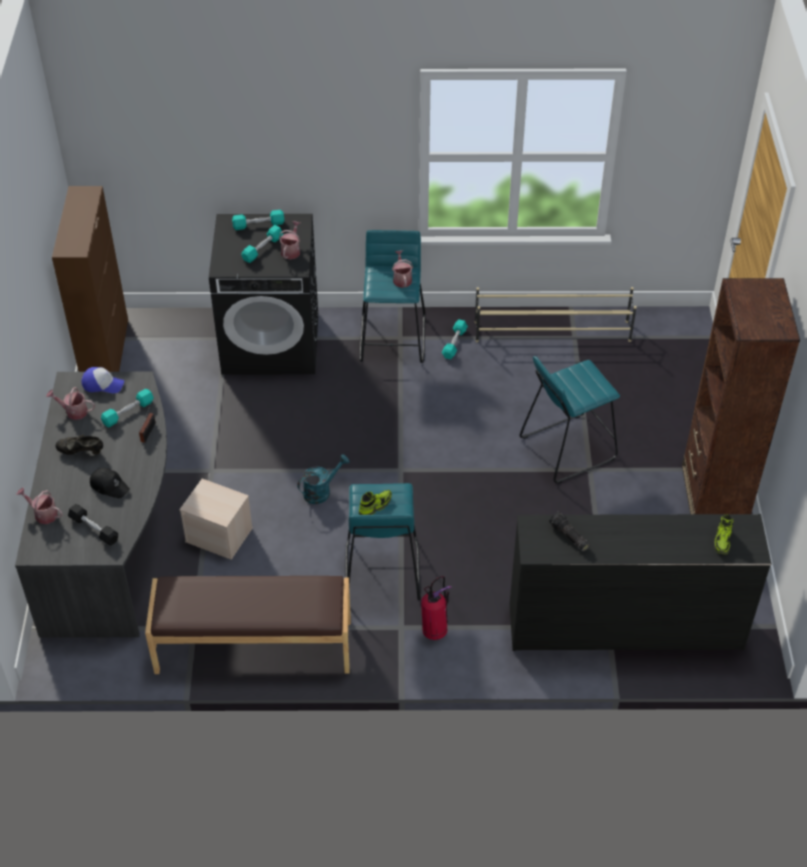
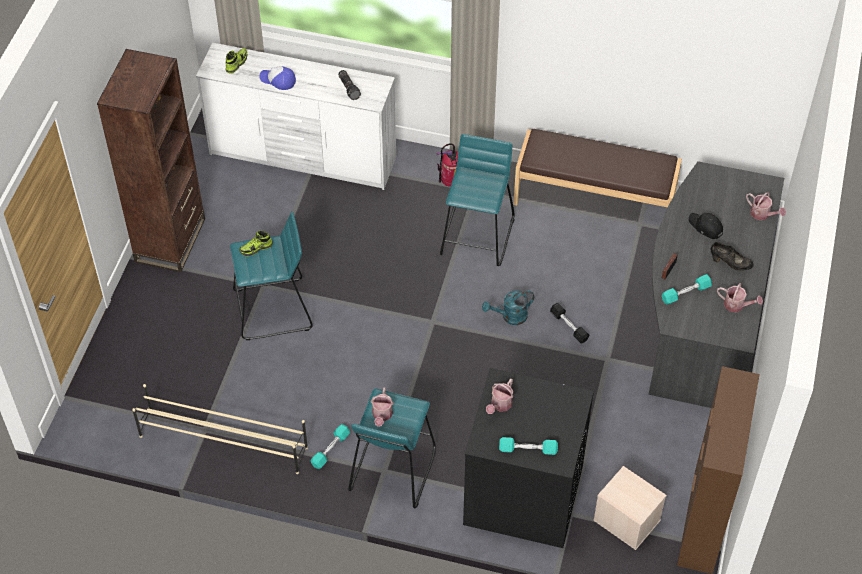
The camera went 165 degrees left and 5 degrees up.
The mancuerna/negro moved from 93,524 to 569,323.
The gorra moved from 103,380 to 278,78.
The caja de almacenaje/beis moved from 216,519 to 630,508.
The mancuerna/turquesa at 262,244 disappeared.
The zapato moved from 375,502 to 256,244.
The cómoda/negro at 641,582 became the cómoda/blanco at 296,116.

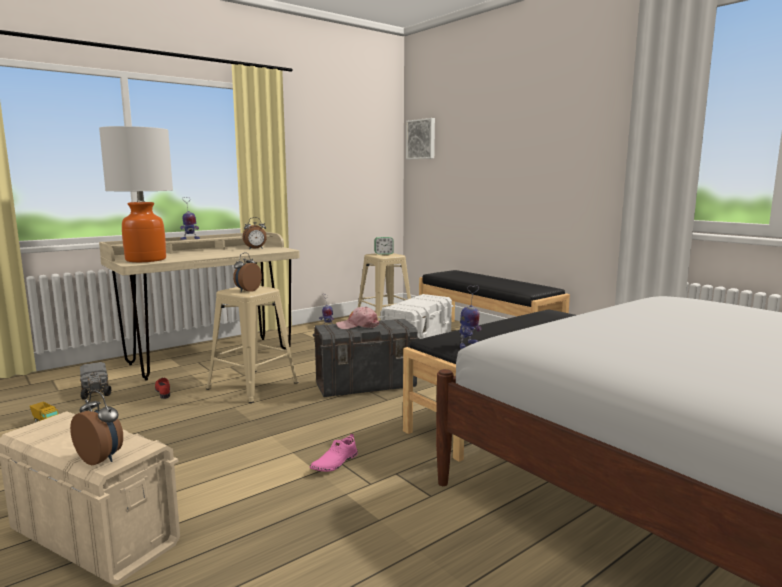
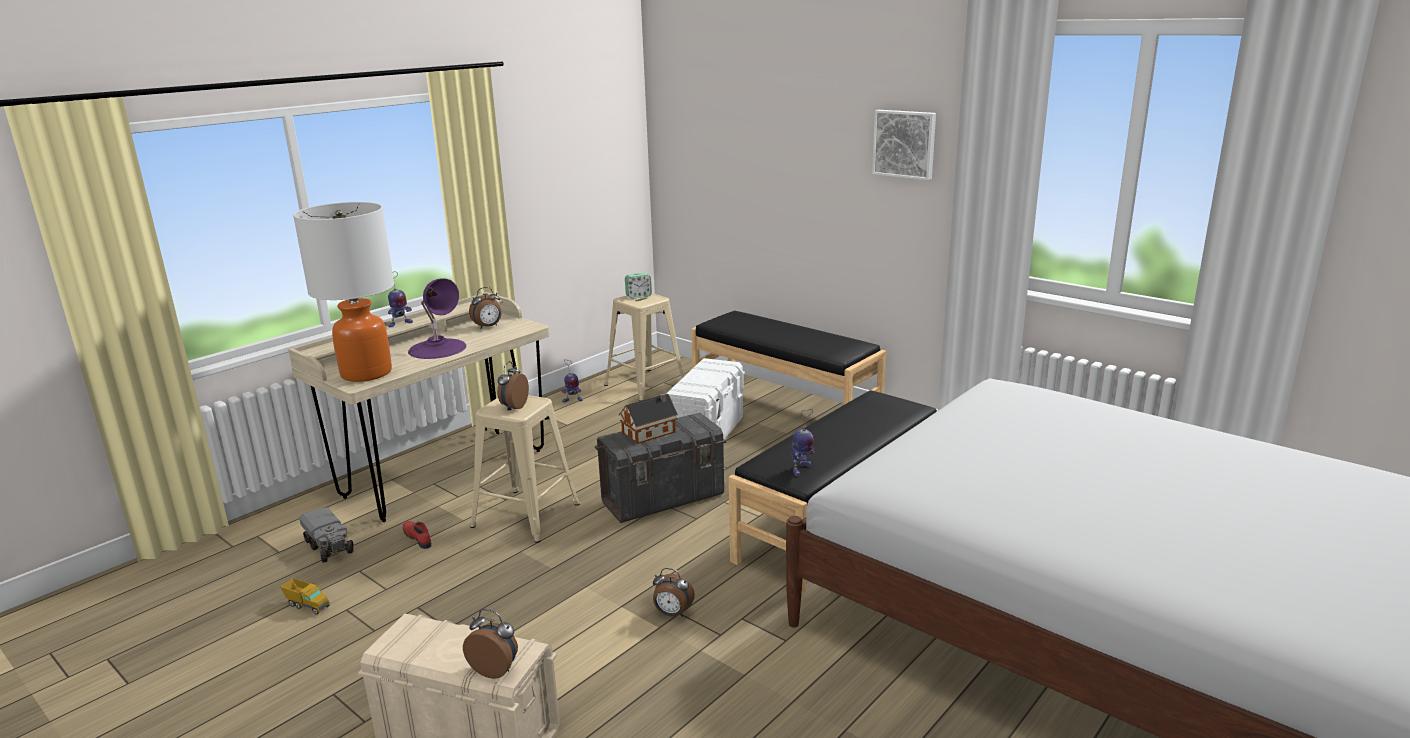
The camera went 10 degrees left and 10 degrees up.
The zapato/rosa at 334,452 was replaced by the despertador at 674,592.
The gorra/rosa at 357,318 was replaced by the casita at 648,418.
The cuadro moved from 420,138 to 904,145.
The lámpara de mesa/morado at 437,318 appeared.

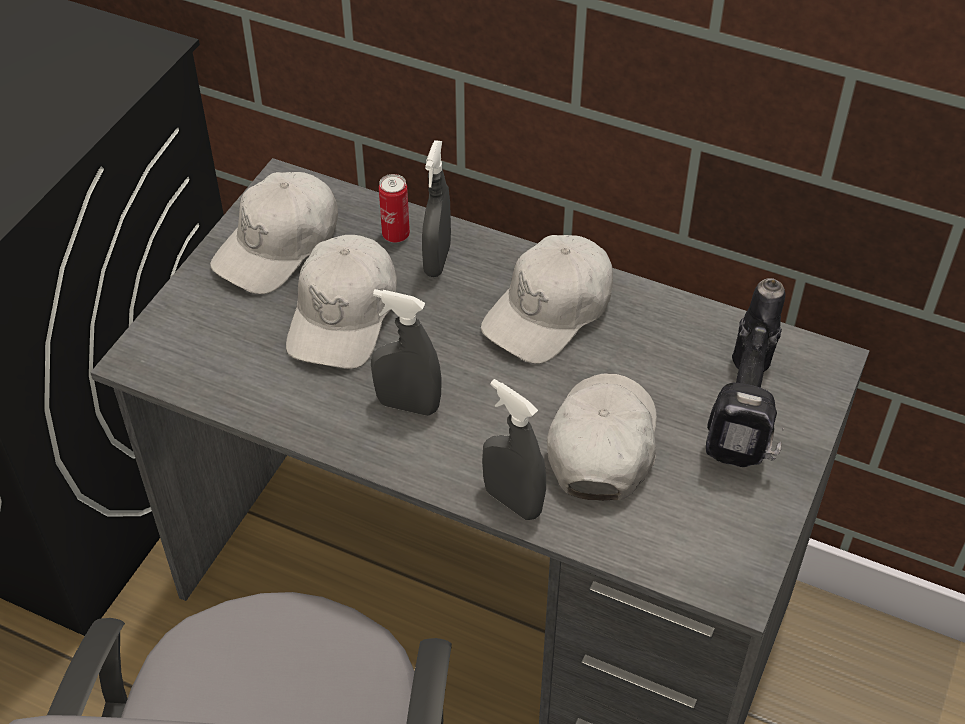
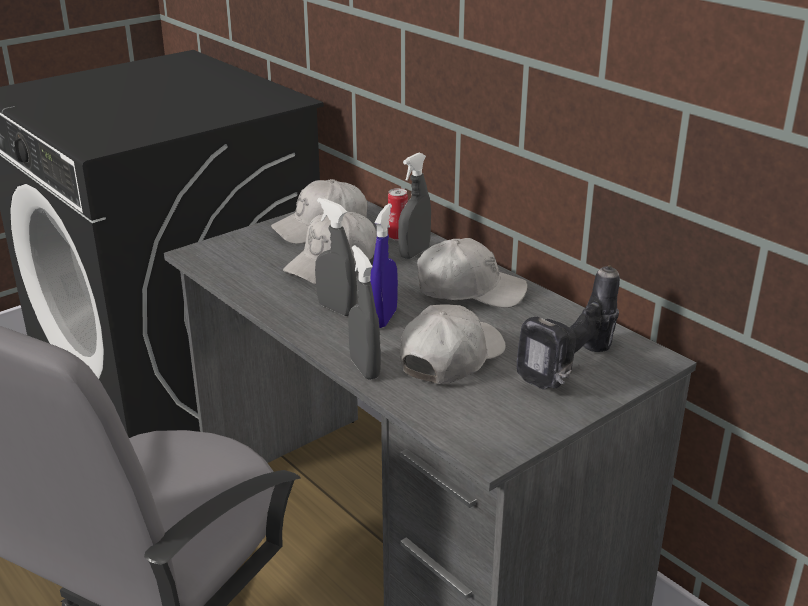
The camera went 25 degrees right and 20 degrees down.
The gorra/blanco at 547,299 turned 150 degrees counterclockwise.
The pulverizador/azul at 384,265 appeared.

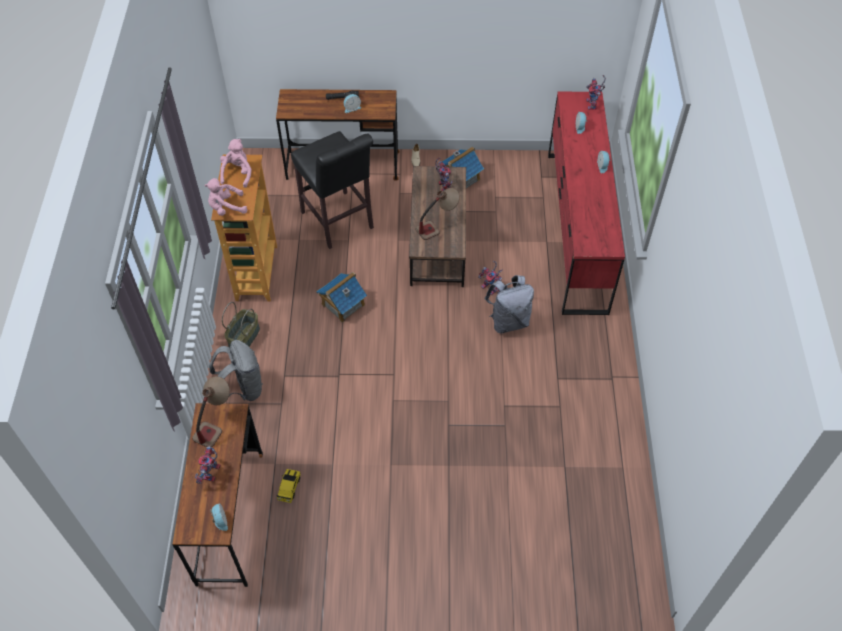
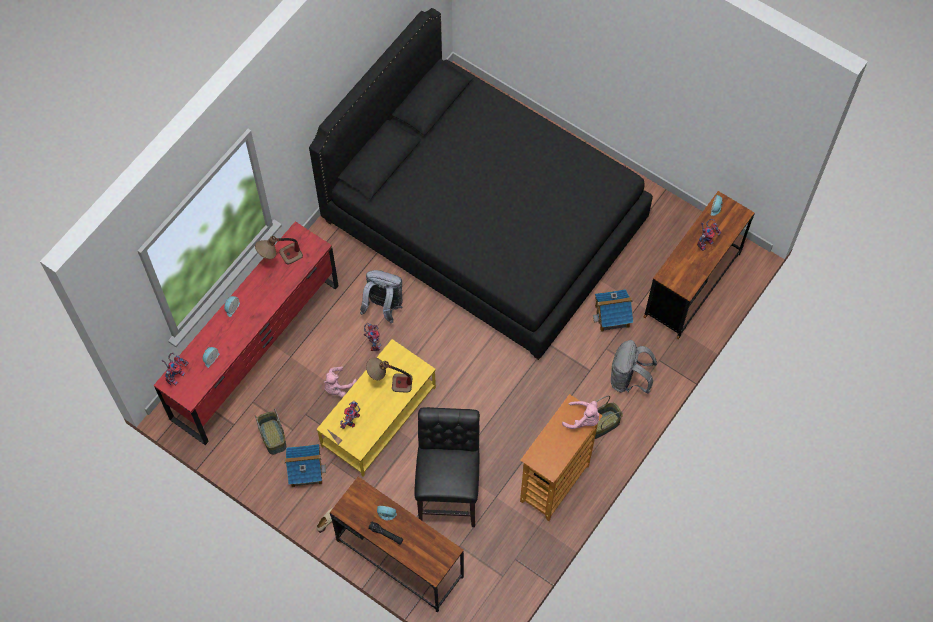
The camera went 145 degrees left and 10 degrees up.
The lámpara de mesa moved from 211,411 to 279,250.
The peluche/rosa moved from 236,163 to 340,382.
The coche de juguete at 288,486 disappeared.
The casita moved from 341,297 to 613,310.
The mesa de centro/marrón at 437,226 became the mesa de centro/amarillo at 376,408.
The cesta at 270,431 appeared.
The cama/negro at 481,184 appeared.

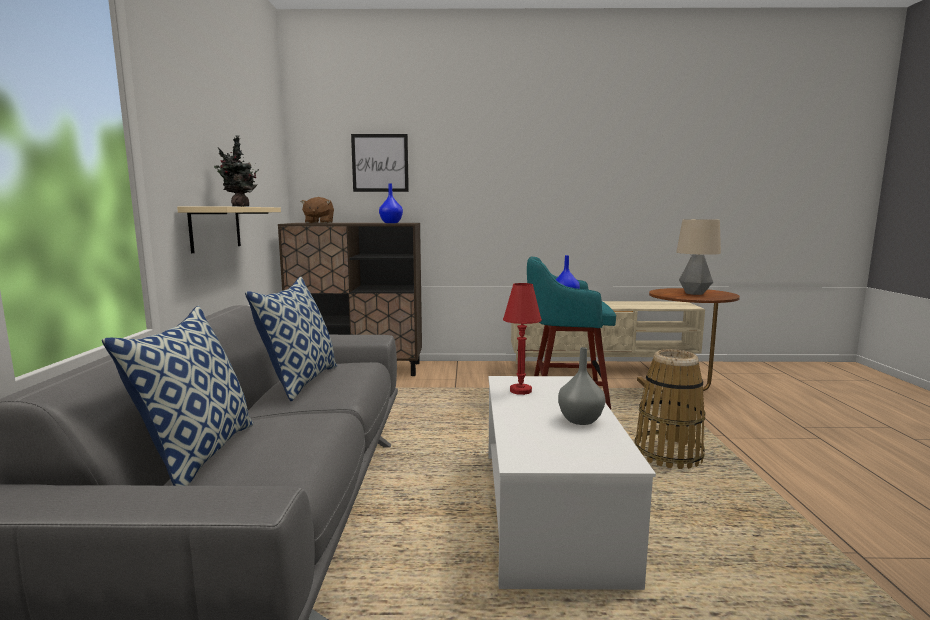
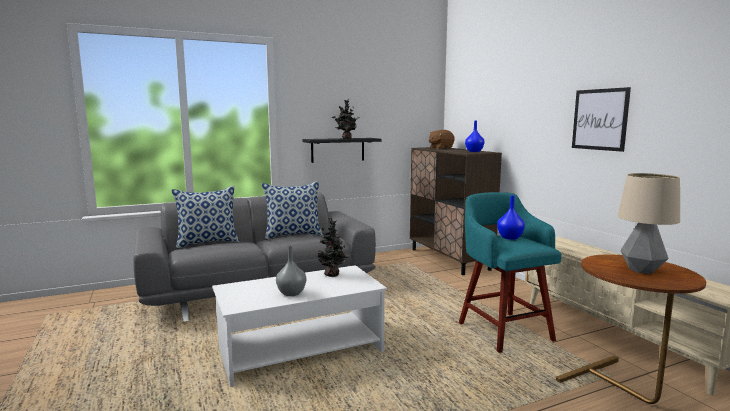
The camera went 65 degrees right and 0 degrees up.
The estante/beis at 229,230 became the estante/negro at 341,150.
The cuadro moved from 380,163 to 601,119.
The lámpara de mesa/rojo at 522,339 was replaced by the planta en maceta at 333,247.
The cesta at 670,409 disappeared.

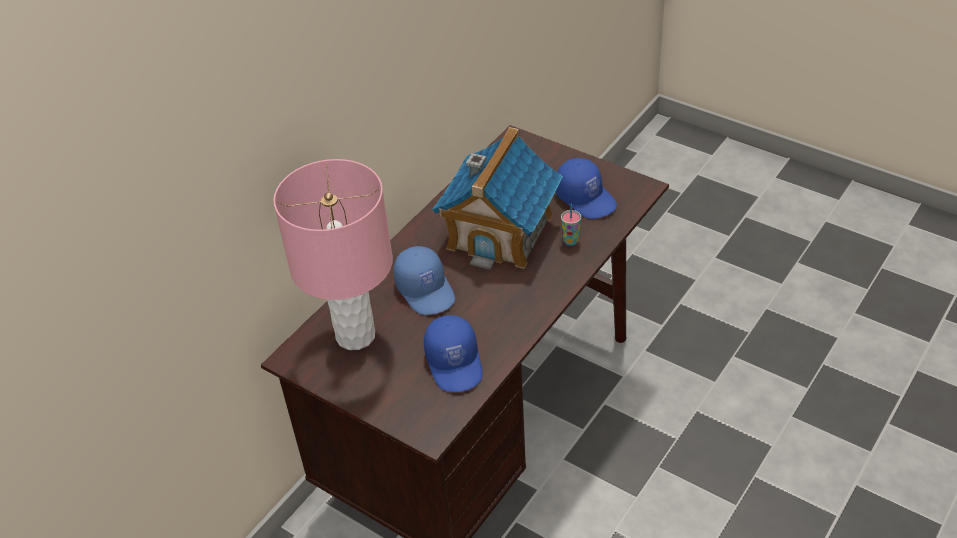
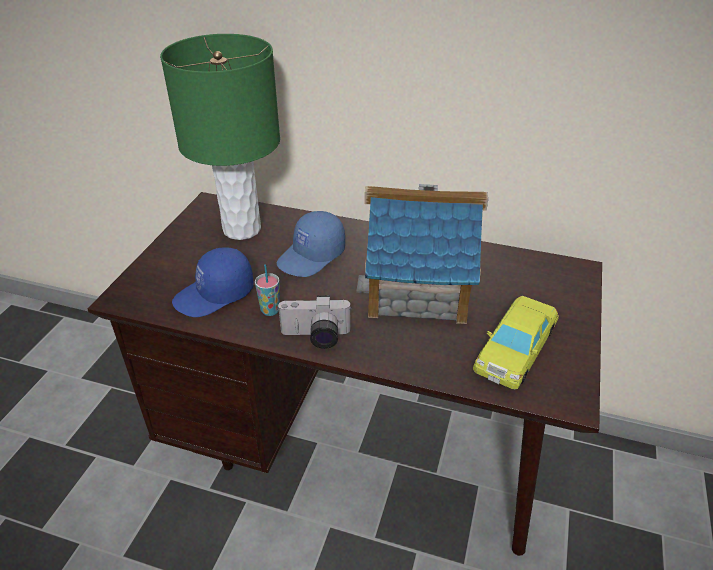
The camera went 70 degrees right and 5 degrees down.
The lámpara de mesa/rosa at 333,254 became the lámpara de mesa/verde at 220,137.
The gorra/azul at 586,188 was replaced by the coche de juguete/amarillo at 516,342.
The taza moved from 571,225 to 267,290.
The cámara at 314,322 appeared.

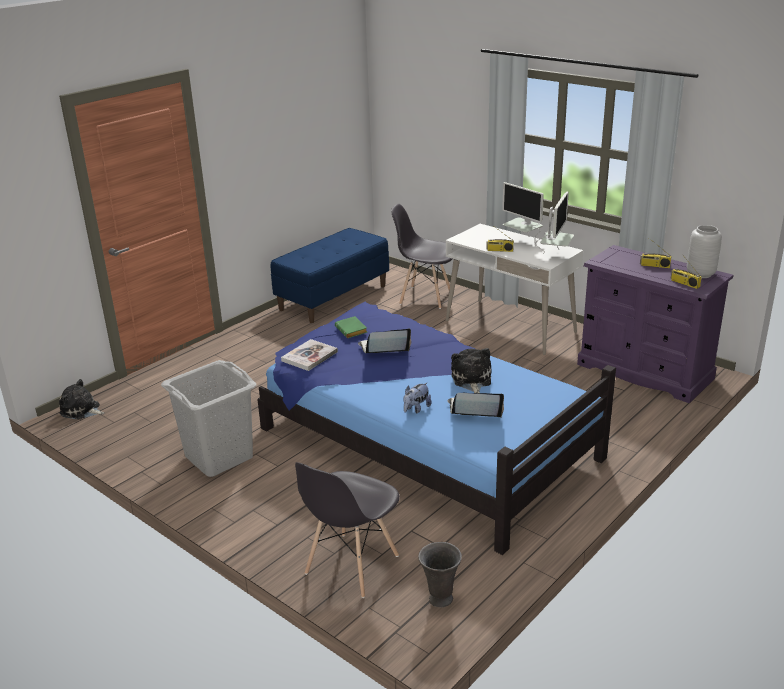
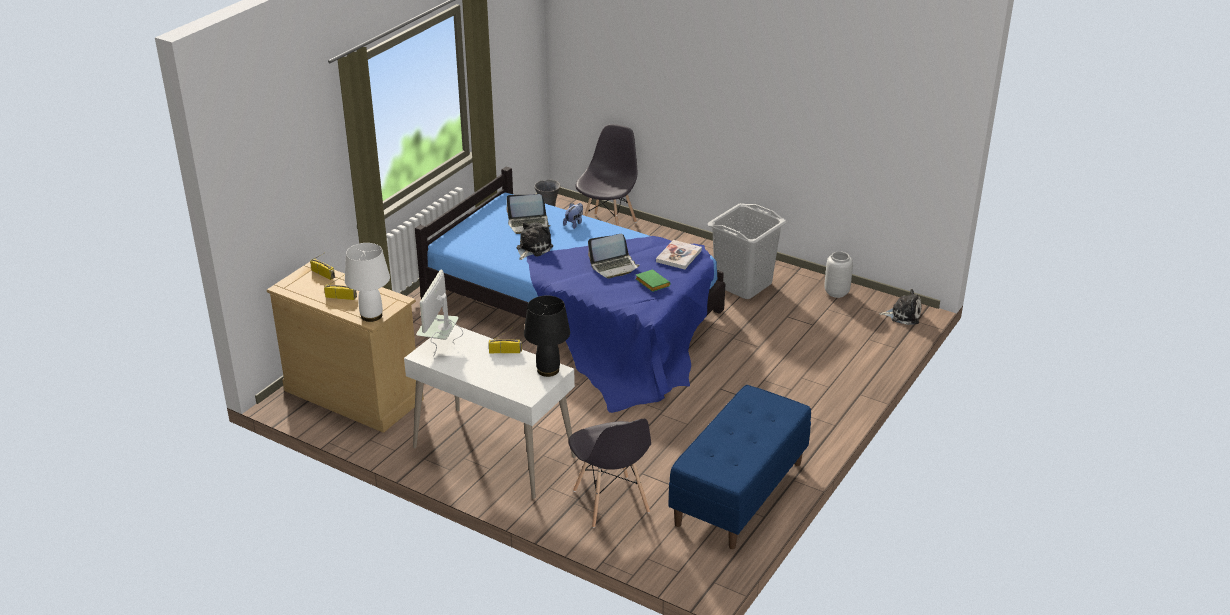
The camera went 170 degrees right and 5 degrees up.
The silla/gris at 421,256 turned 60 degrees clockwise.
The peluche at 471,370 turned 135 degrees counterclockwise.
The monitor at 523,214 disappeared.
The cómoda/morado at 655,324 became the cómoda/beis at 345,347.
The florero/gris moved from 704,251 to 838,274.
The lámpara de mesa/blanco at 367,282 appeared.
The lámpara de mesa/negro at 547,336 appeared.

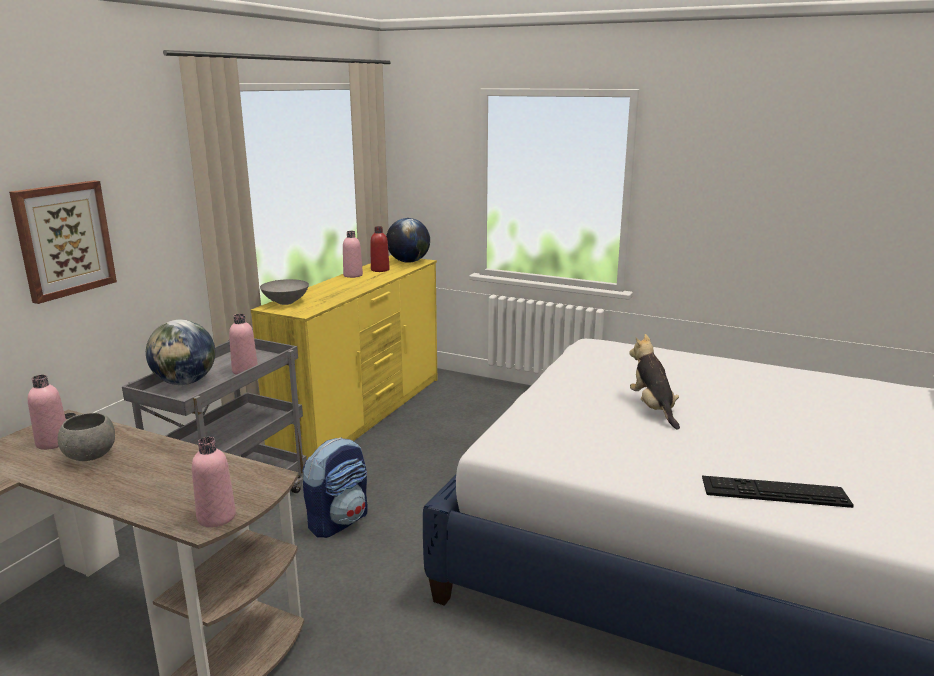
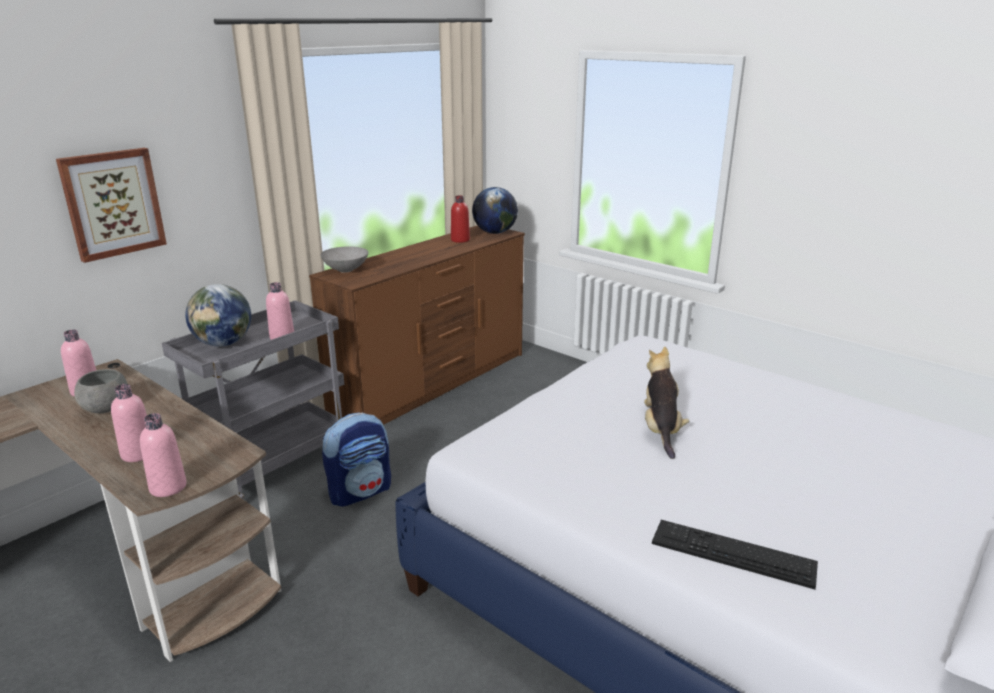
The camera went 15 degrees right and 5 degrees up.
The cómoda/amarillo at 344,357 became the cómoda/marrón at 417,325.
The botella/rosa moved from 353,254 to 129,423.

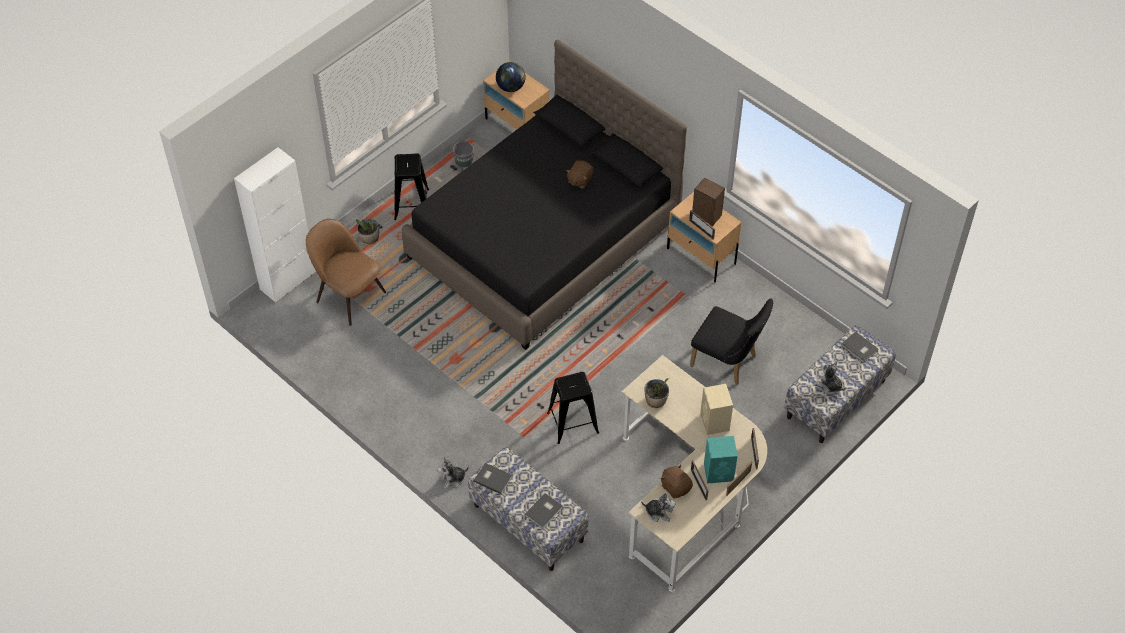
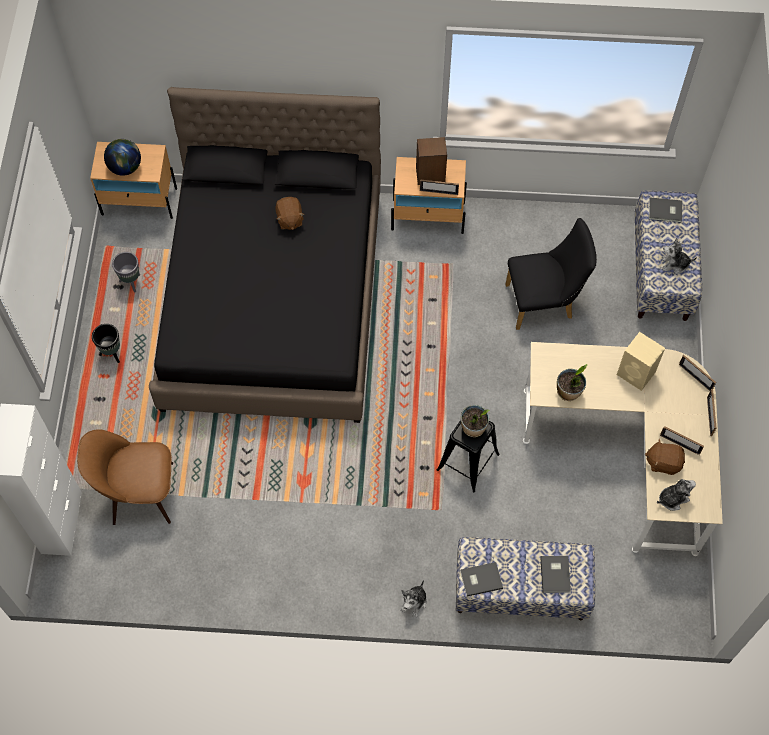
The camera went 40 degrees left and 10 degrees up.
The planta en maceta moved from 367,232 to 475,421.
The taburete/negro at 411,186 was replaced by the maceta/negro at 106,343.
The altavoz/turquesa at 721,460 disappeared.

